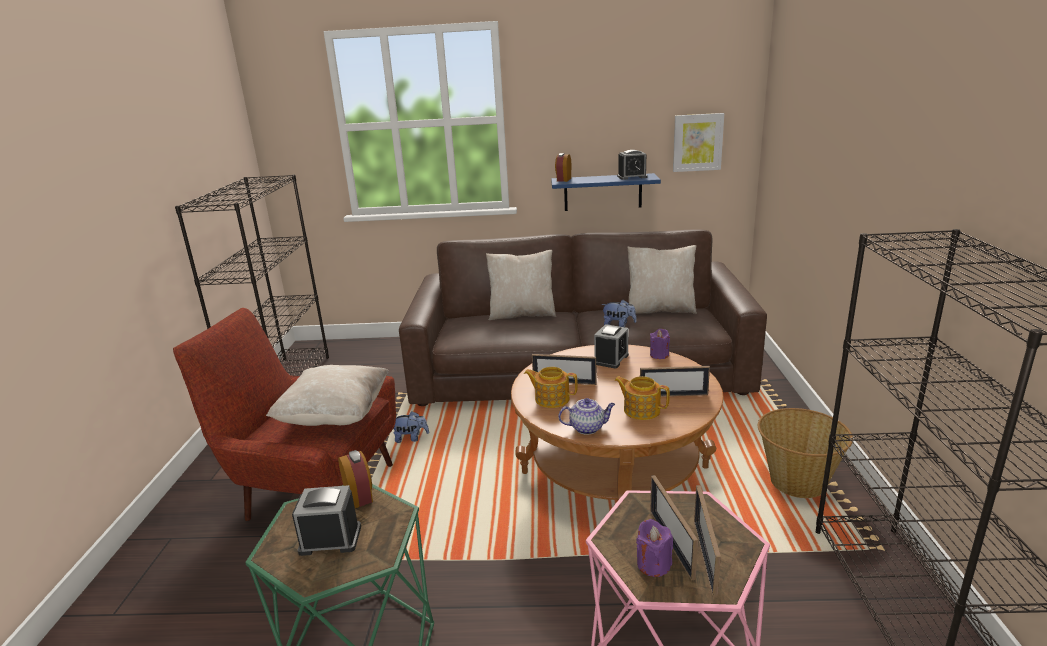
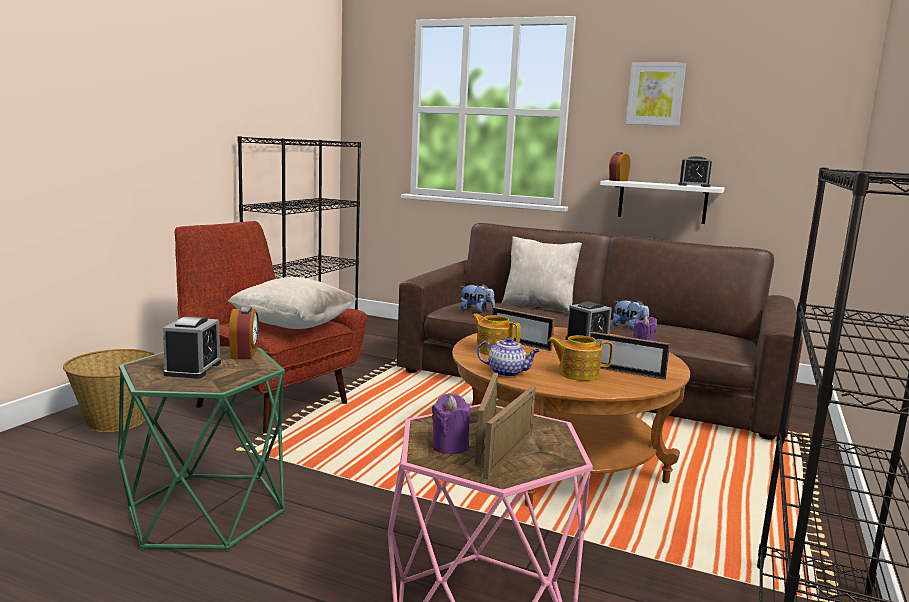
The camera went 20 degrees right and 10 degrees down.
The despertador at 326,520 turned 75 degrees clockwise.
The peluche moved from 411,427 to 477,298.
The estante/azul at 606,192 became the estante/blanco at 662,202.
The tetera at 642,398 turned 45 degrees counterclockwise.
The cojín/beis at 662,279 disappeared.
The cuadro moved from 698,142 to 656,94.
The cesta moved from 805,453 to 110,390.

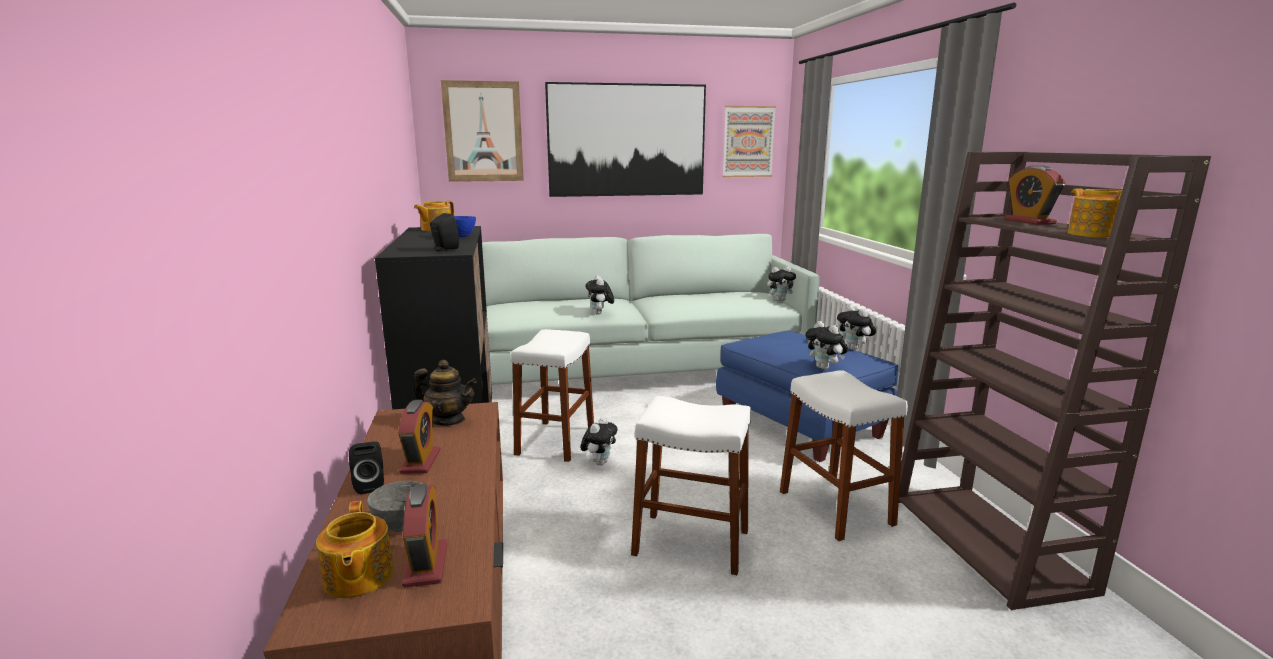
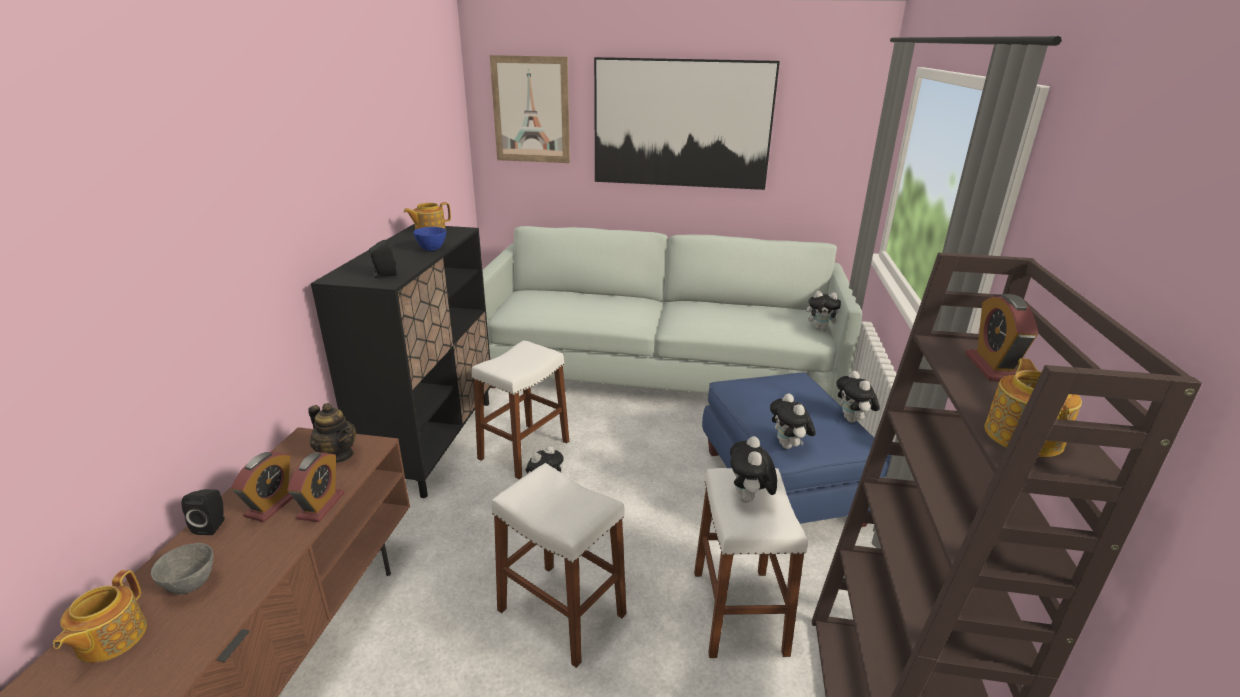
The camera went 20 degrees right and 10 degrees up.
The despertador moved from 424,536 to 315,487.
The peluche moved from 599,295 to 753,469.
The cuadro at 749,141 disappeared.

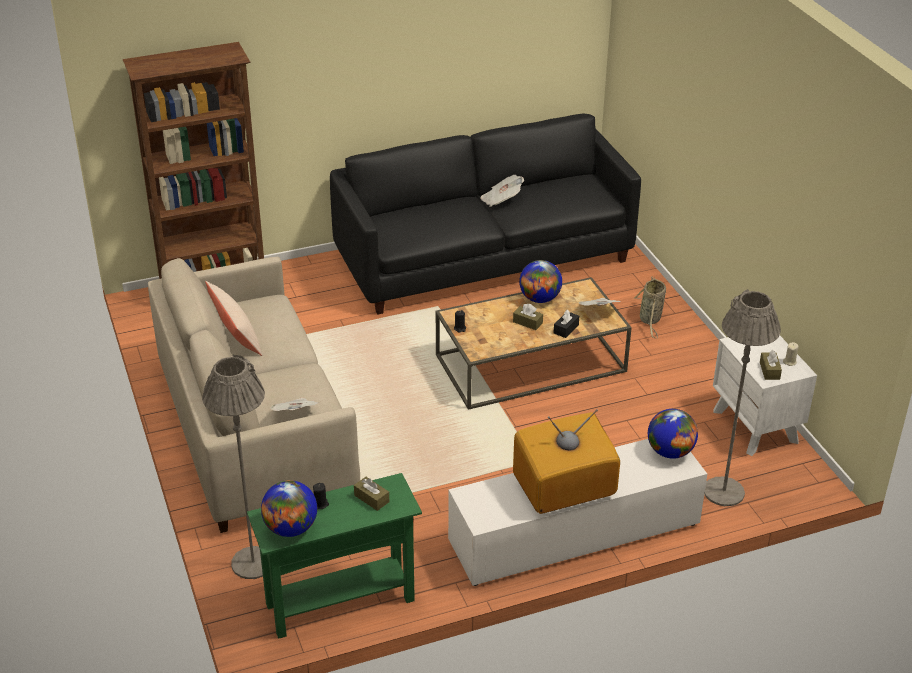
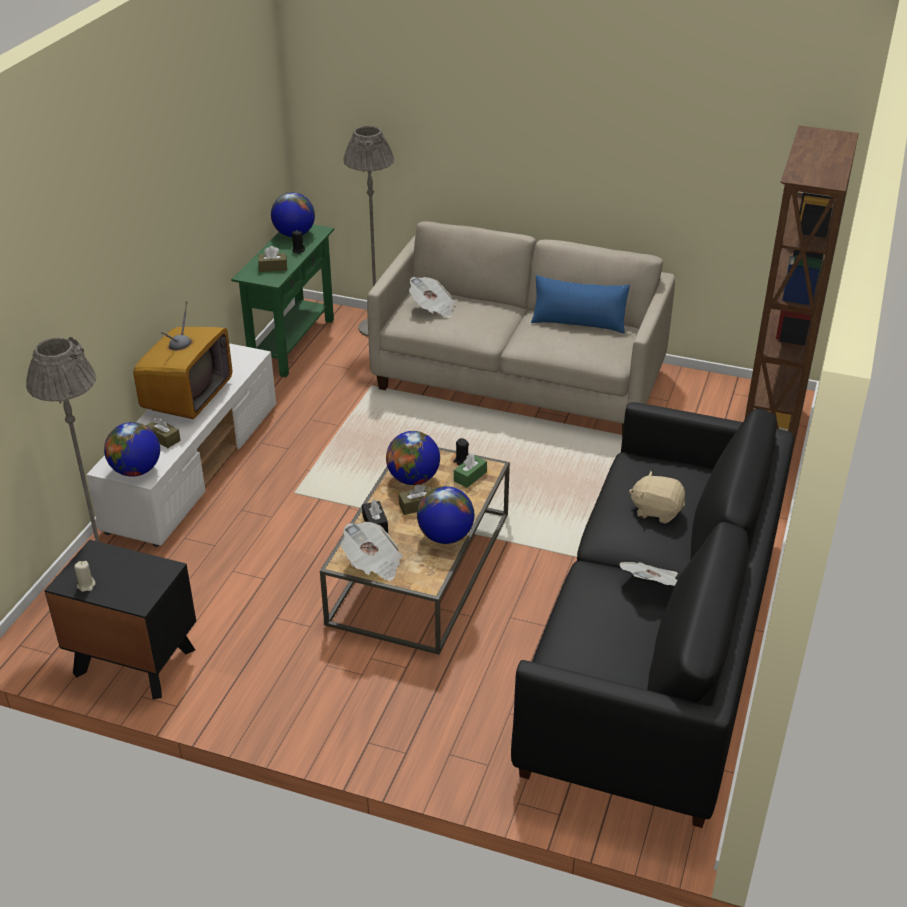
The camera went 130 degrees right and 0 degrees up.
The cojín/beis at 233,318 became the cojín/azul at 580,304.
The cesta at 649,307 disappeared.
The mesita de noche/blanco at 765,395 became the mesita de noche/negro at 120,619.
The caja de pañuelos/marrón moved from 771,365 to 163,432.
The globo terráqueo at 413,458 appeared.
The caja de pañuelos/verde at 470,470 appeared.
The peluche/beis at 657,497 appeared.

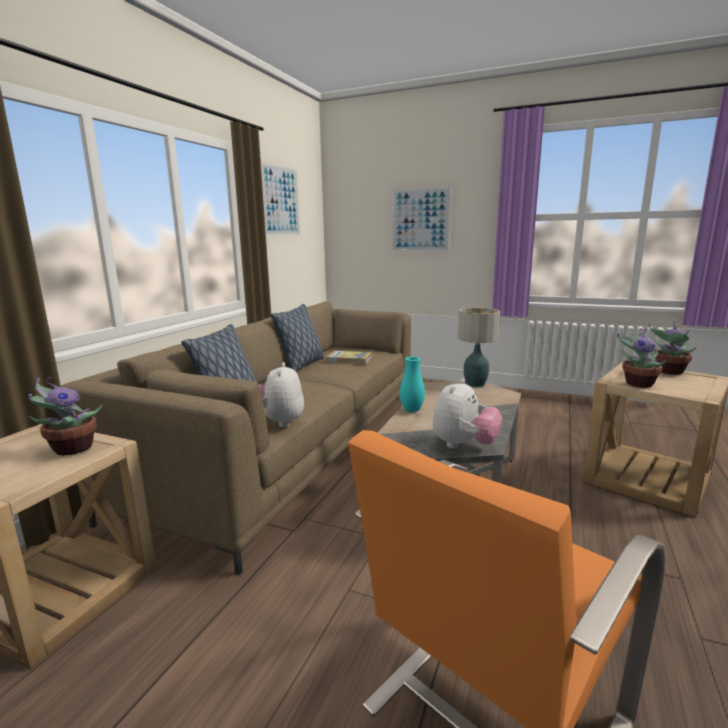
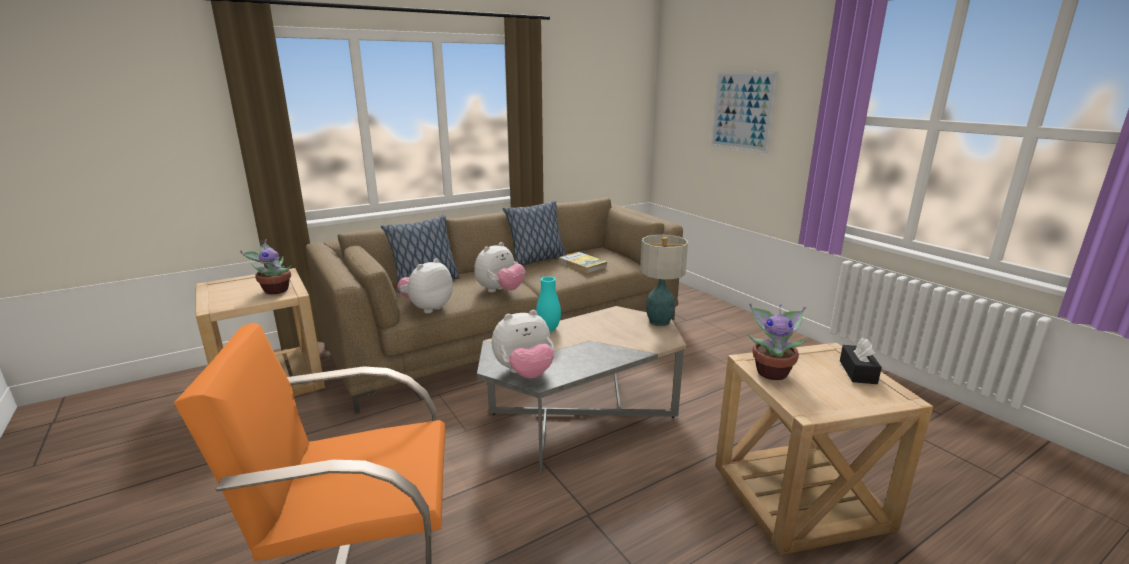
The camera went 35 degrees right and 5 degrees up.
The cuadro at 280,199 disappeared.
The planta en maceta at 673,348 was replaced by the caja de pañuelos/negro at 861,361.
The peluche at 500,267 appeared.

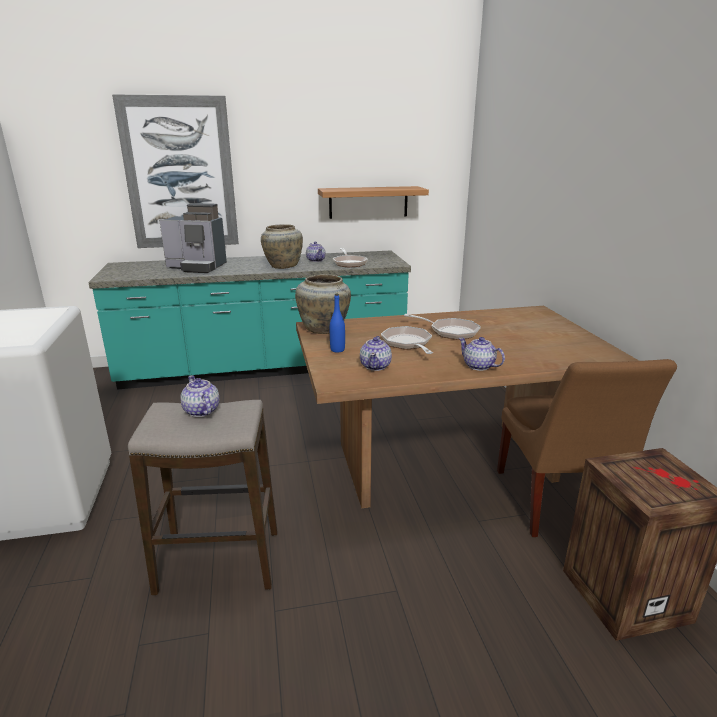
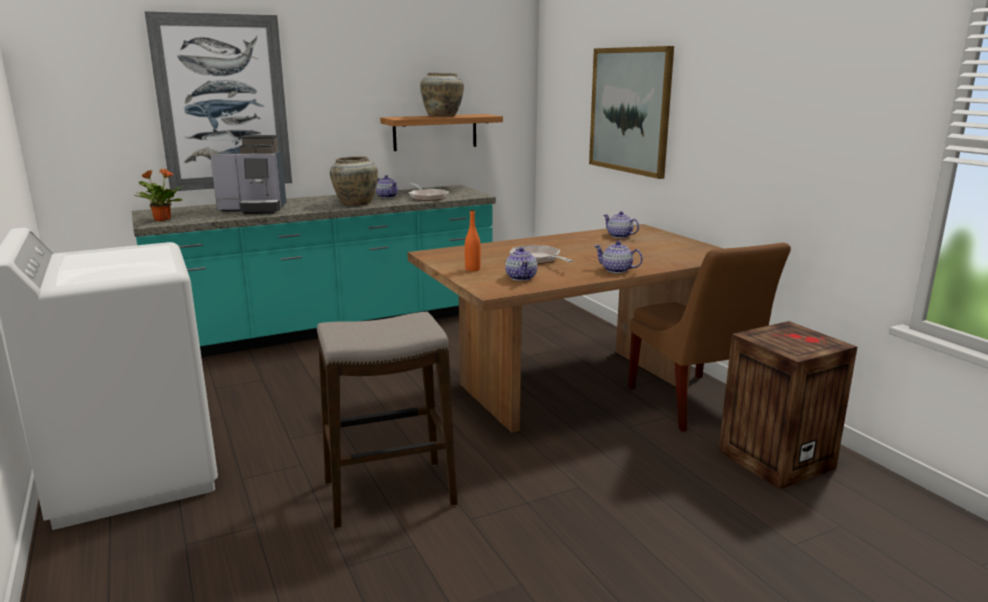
The camera went 15 degrees left and 5 degrees down.
The tetera moved from 200,396 to 621,224.
The florero/beis moved from 323,304 to 442,94.
The botella/azul at 337,323 became the botella/naranja at 473,240.
The sartén at 442,327 disappeared.
The planta en maceta at 158,195 appeared.
The cuadro at 631,112 appeared.

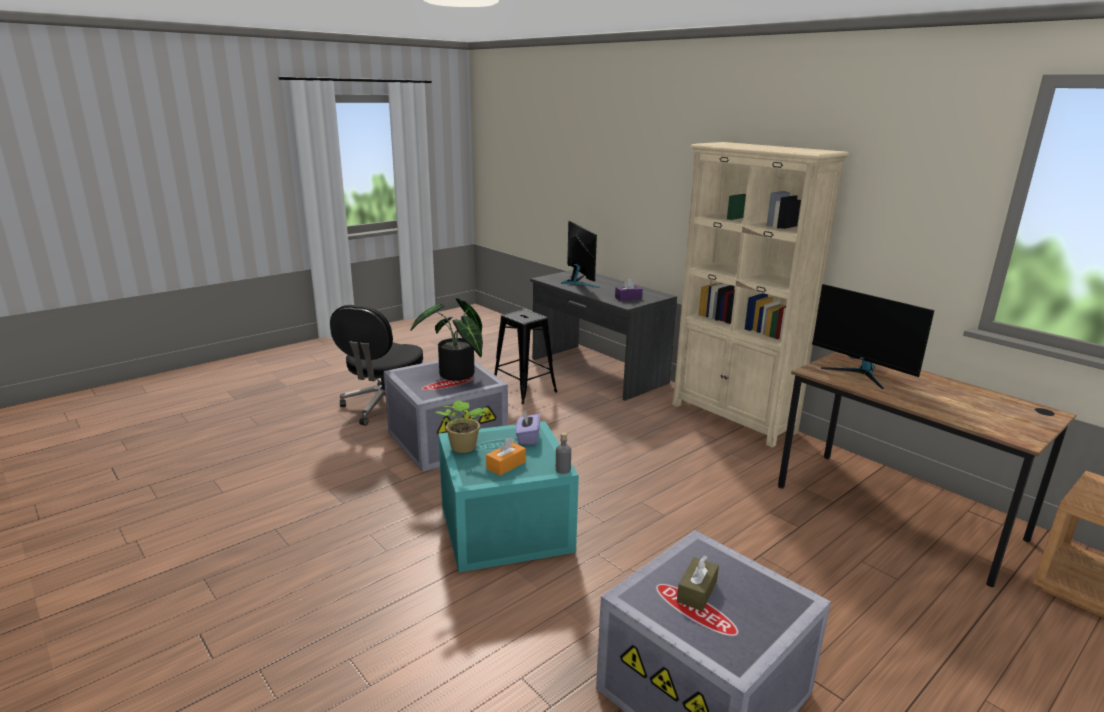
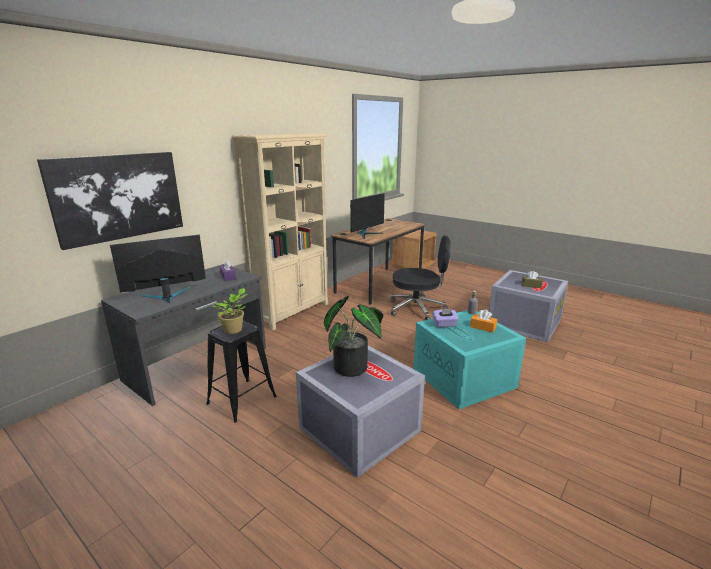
The camera went 100 degrees left and 0 degrees up.
The silla de oficina/negro moved from 376,365 to 421,278.
The planta en maceta moved from 461,426 to 230,311.
The cuadro at 110,201 appeared.

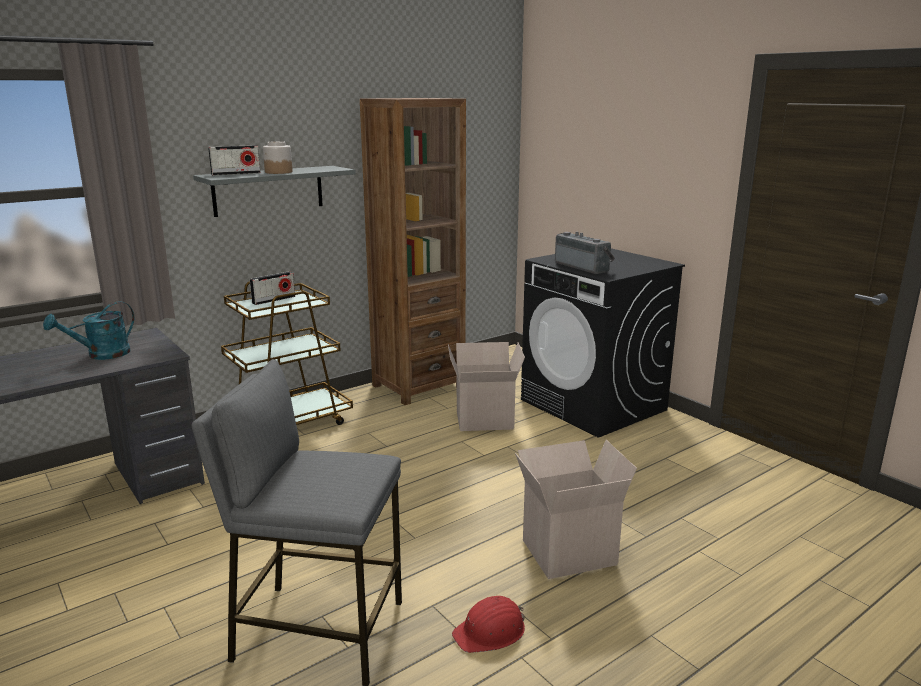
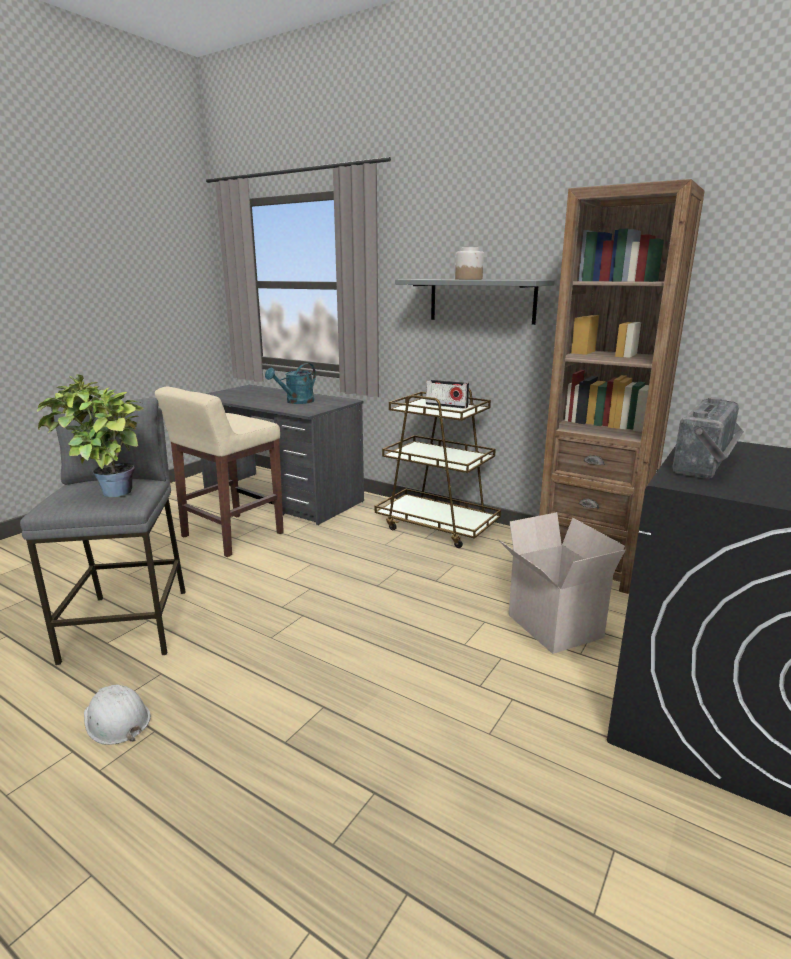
The camera went 70 degrees right and 0 degrees up.
The regadera/turquesa at 88,330 turned 75 degrees counterclockwise.
The radio at 234,160 disappeared.
The casco/rojo at 488,624 became the casco/blanco at 117,715.
The caja de cartón at 576,509 disappeared.
The planta en maceta at 90,436 appeared.
The taburete/beis at 219,471 appeared.

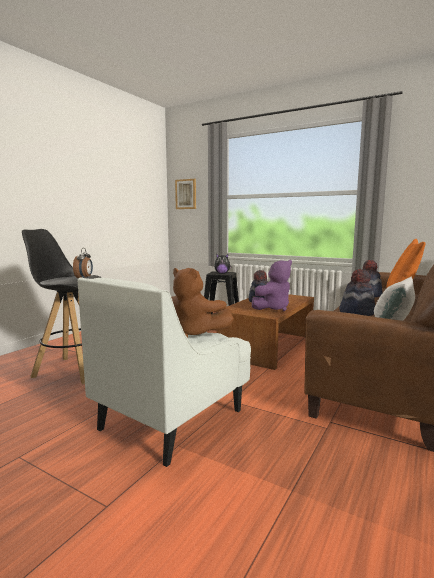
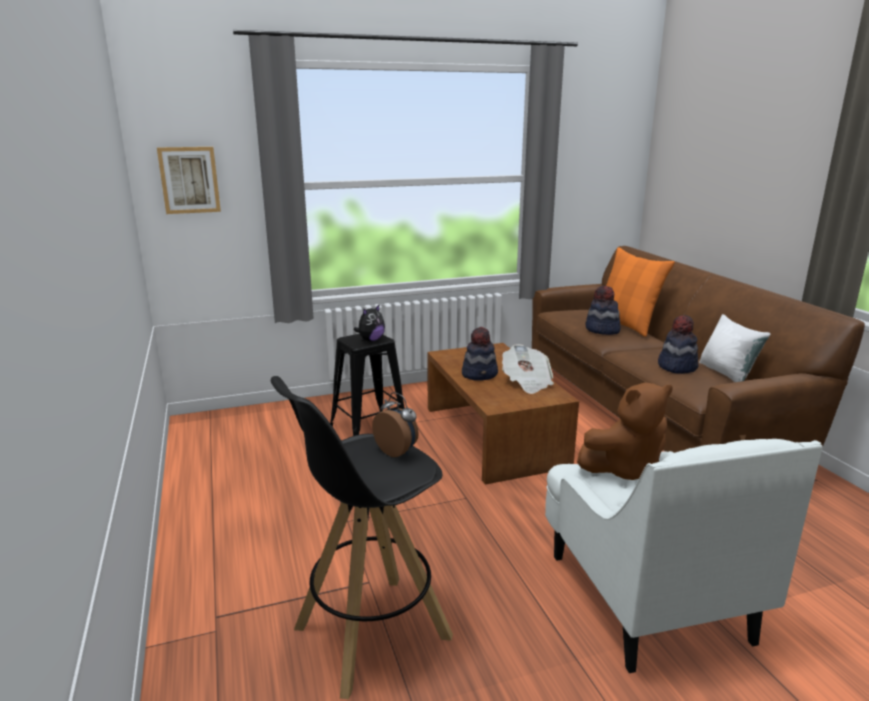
The camera went 50 degrees left and 10 degrees up.
The peluche/morado at 272,285 was replaced by the periódico at 528,369.

